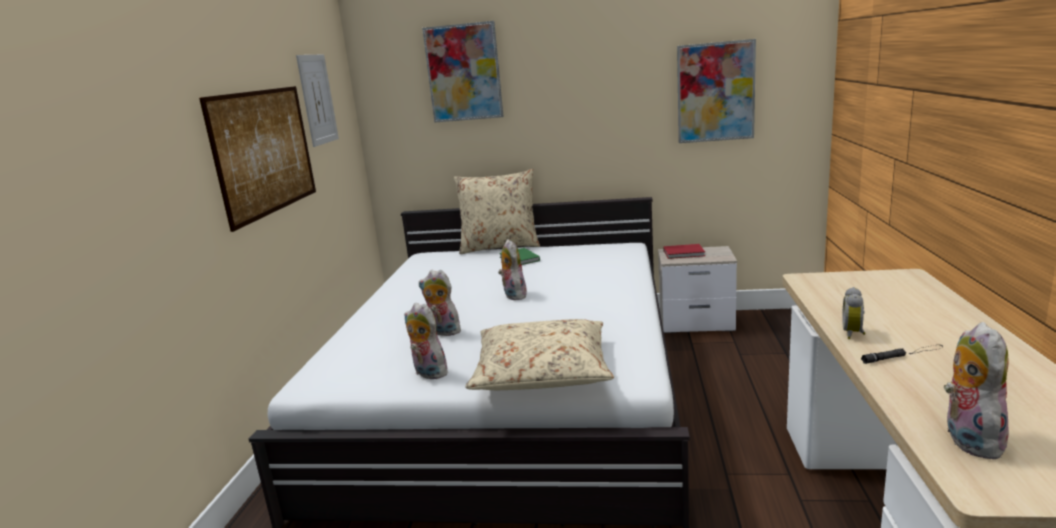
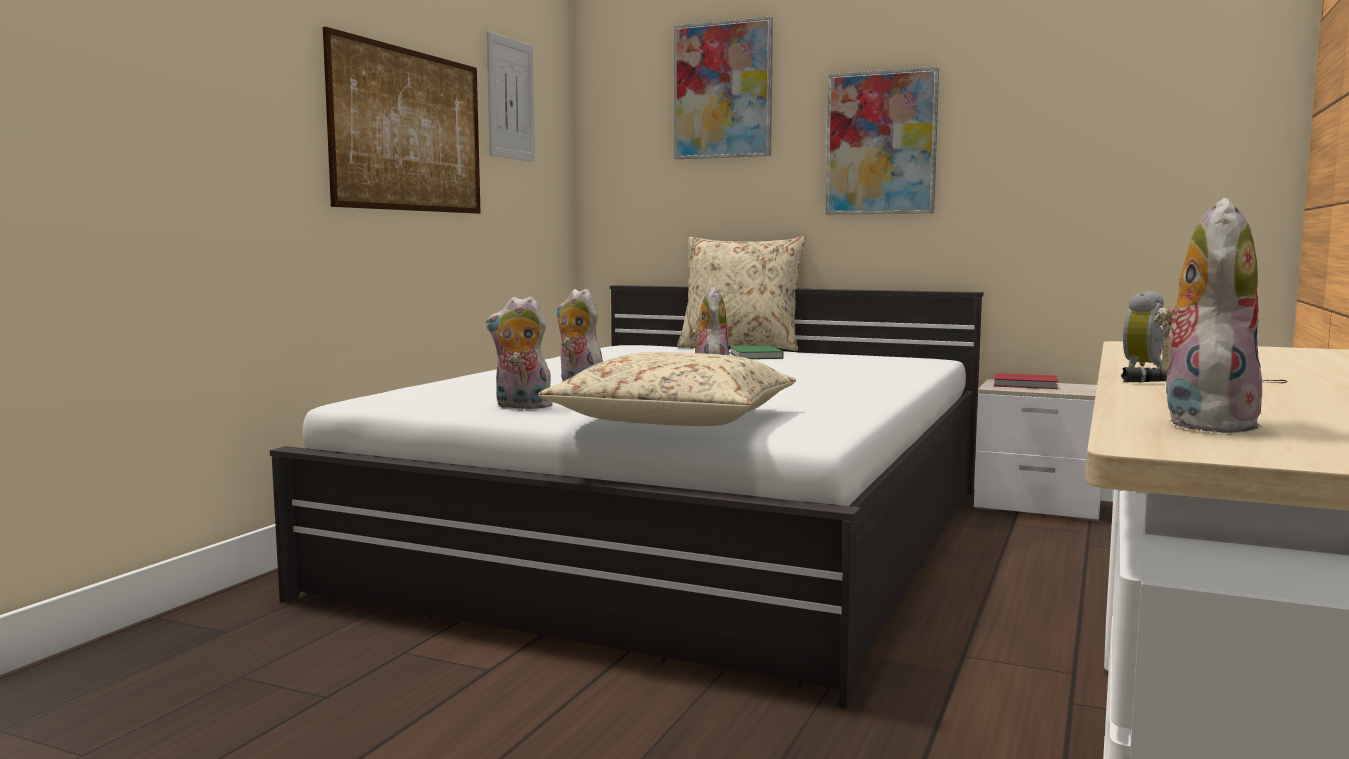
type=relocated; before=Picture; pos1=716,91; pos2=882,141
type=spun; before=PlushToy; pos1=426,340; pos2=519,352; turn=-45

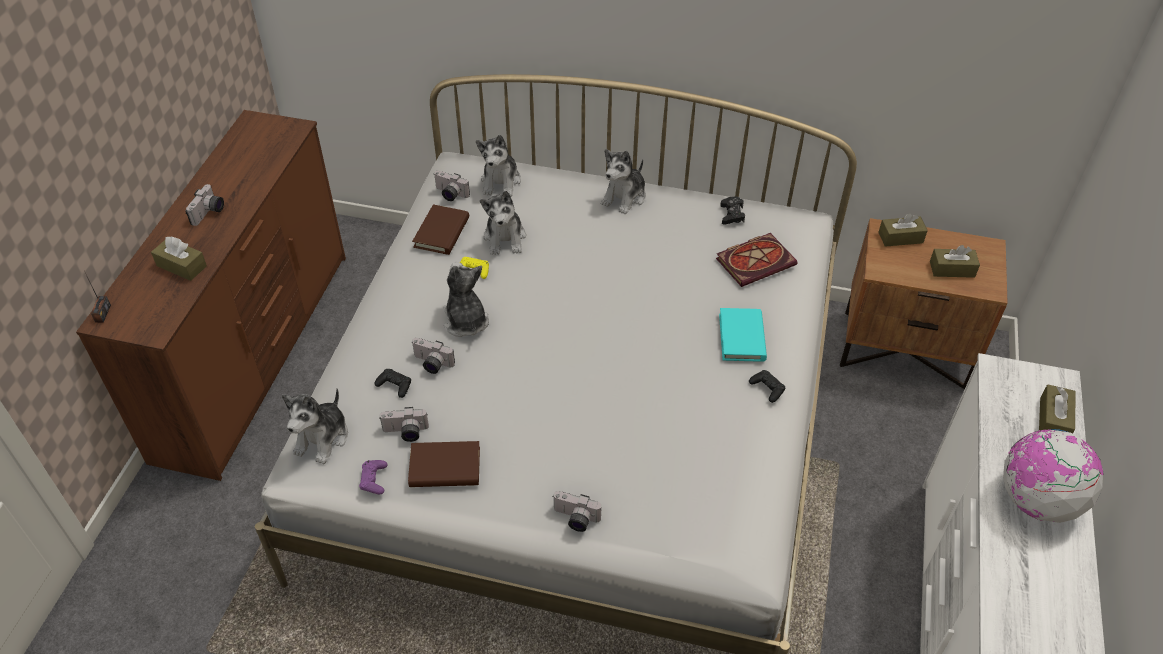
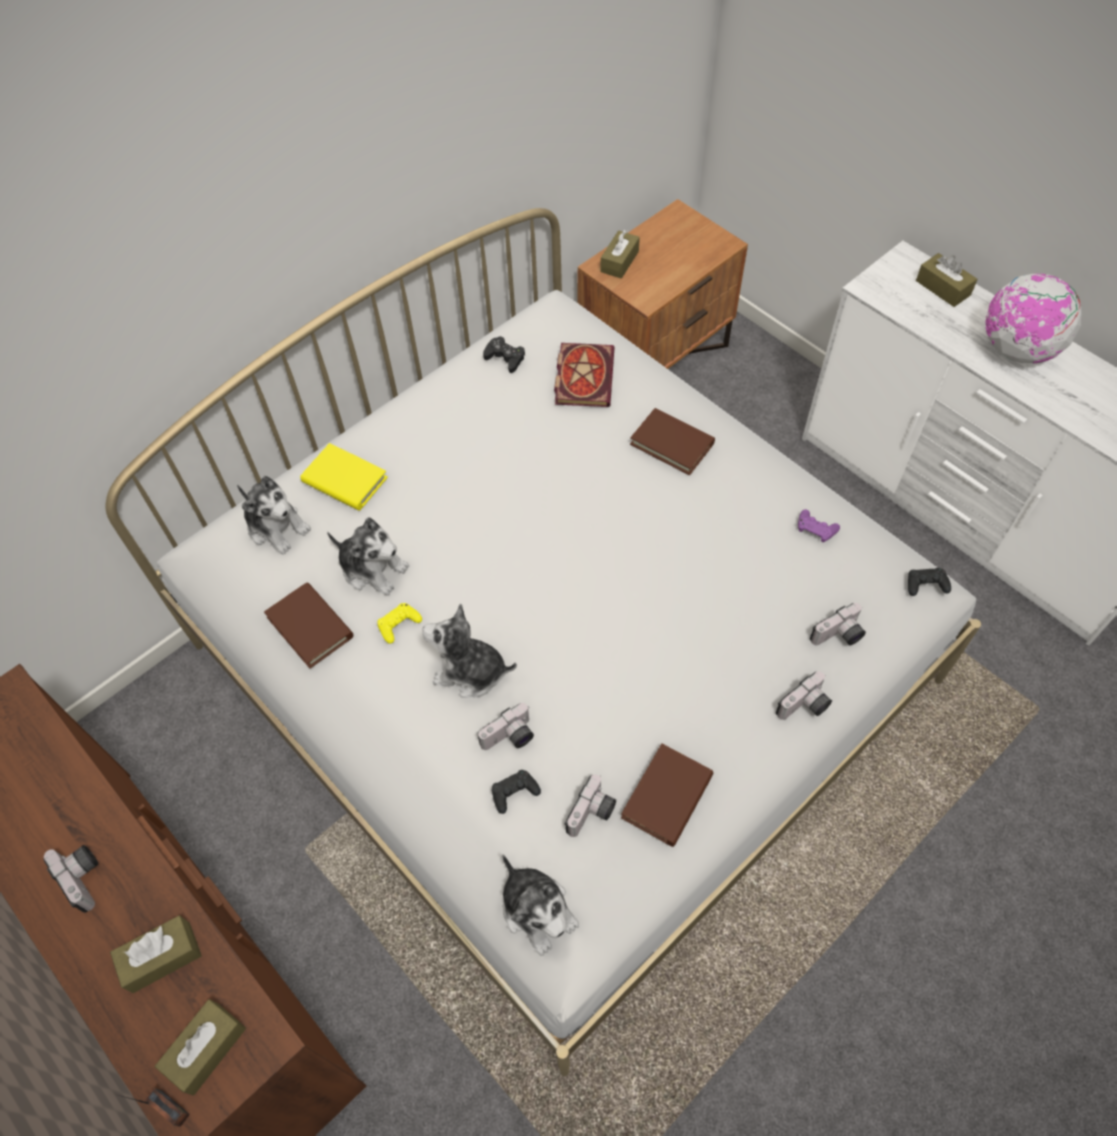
type=missing; before=PlushToy; pos1=623,181
type=appeared; after=YellowBook; pos2=344,477
type=relocated; before=PurpleGameController; pos1=373,477; pos2=819,525
type=relocated; before=PhotoCamera; pos1=452,186; pos2=838,624
type=relocated; before=BlackGameController; pos1=767,386; pos2=929,582
type=relocated; before=BrownTissueBox; pos1=955,261; pos2=200,1047
type=colour; before=TurquoiseBook; after=BrownBook; pos1=743,335; pos2=672,441

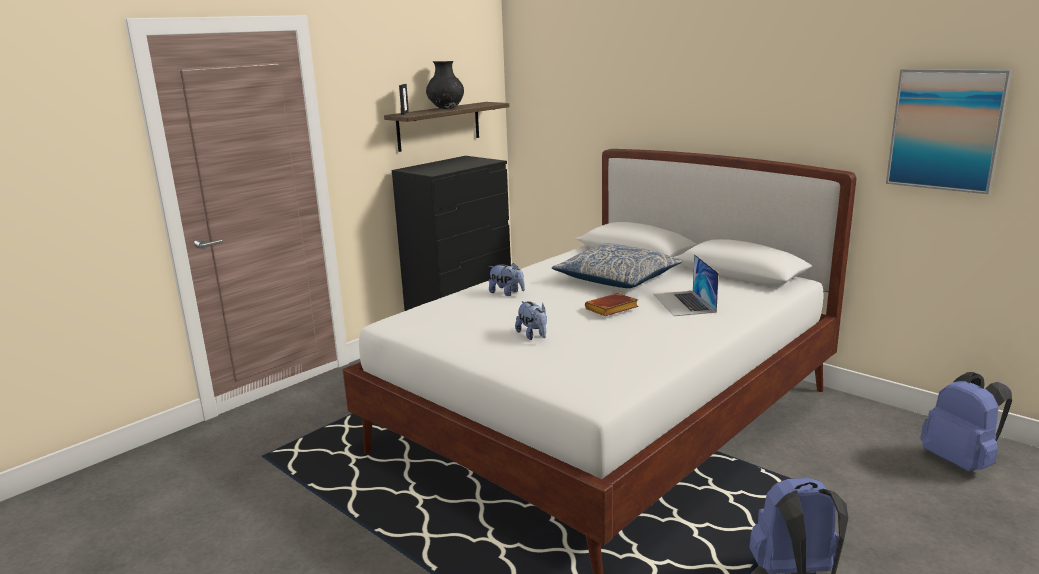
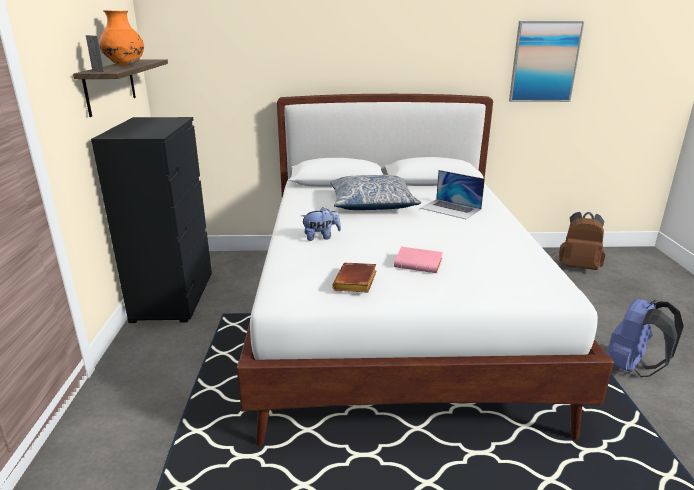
type=relocated; before=BrownBook; pos1=611,304; pos2=354,278
type=exchanged; before=PlushToy; after=PinkBook; pos1=531,320; pos2=418,260
type=colour; before=BlackVase; after=OrangeVase; pos1=445,85; pos2=121,38
type=colour; before=BlueBackpack; after=BrownBackpack; pos1=966,422; pos2=582,241

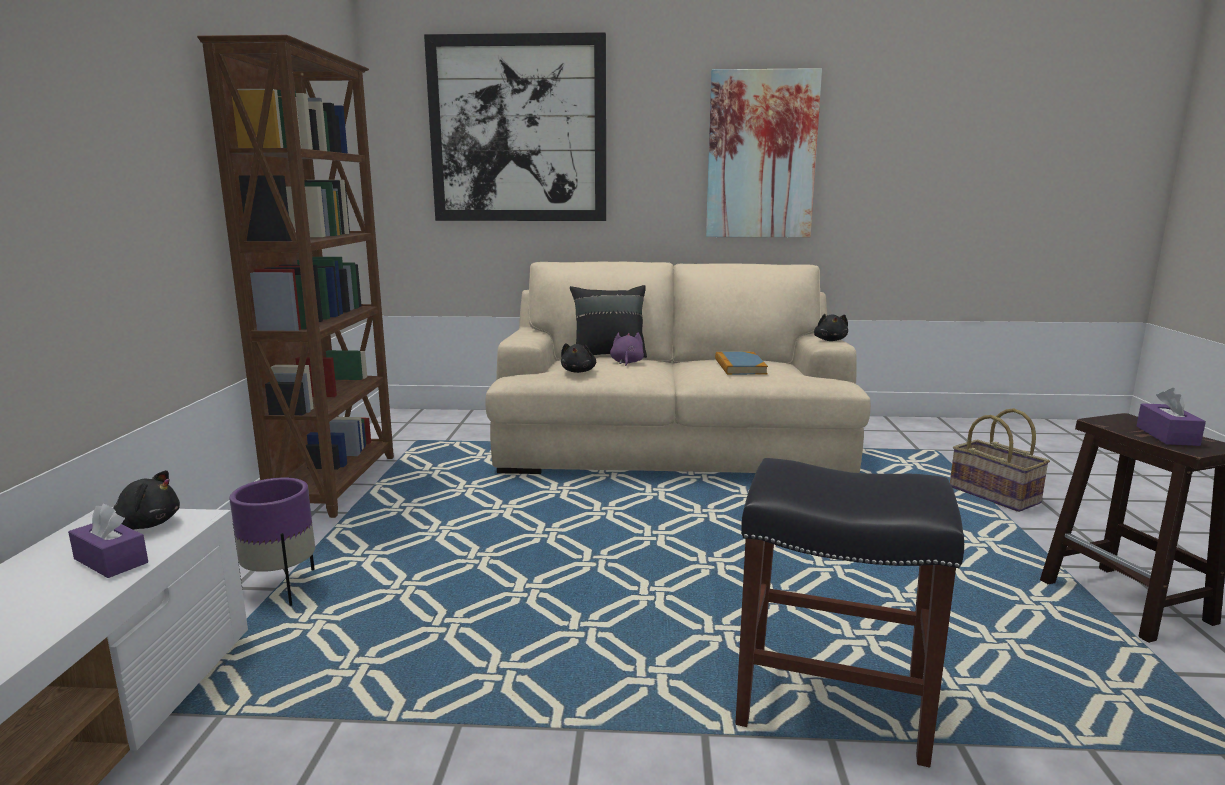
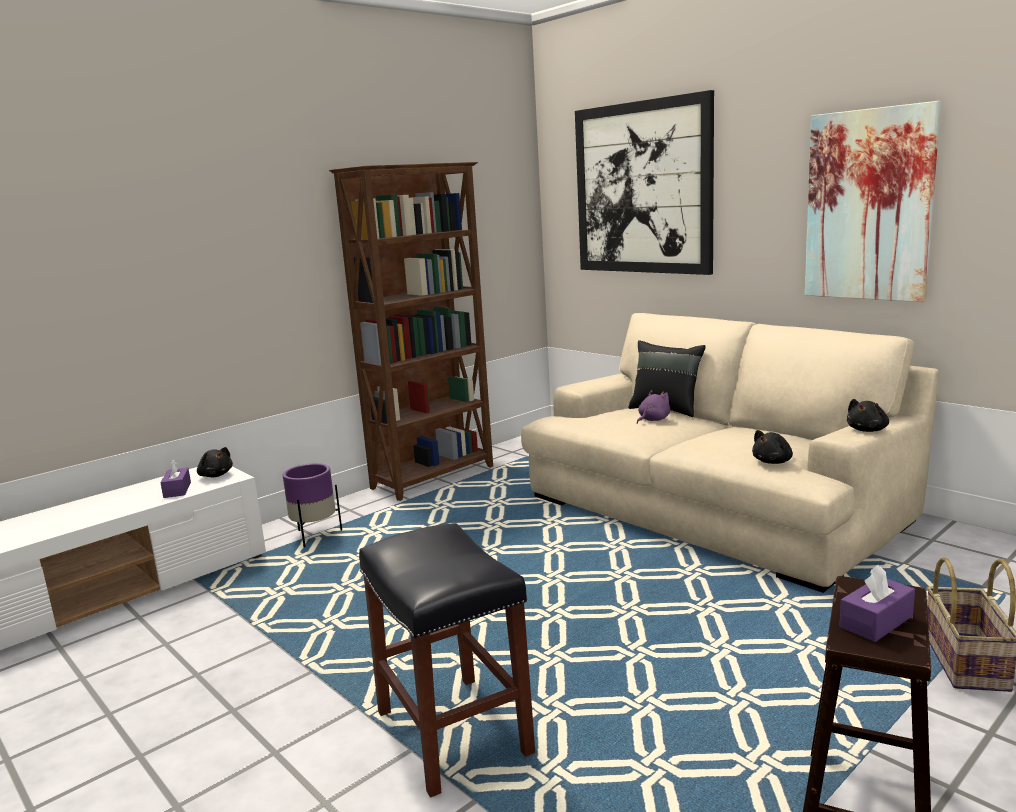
type=missing; before=Book; pos1=741,363
type=relocated; before=BlackPlushToy; pos1=578,358; pos2=772,447

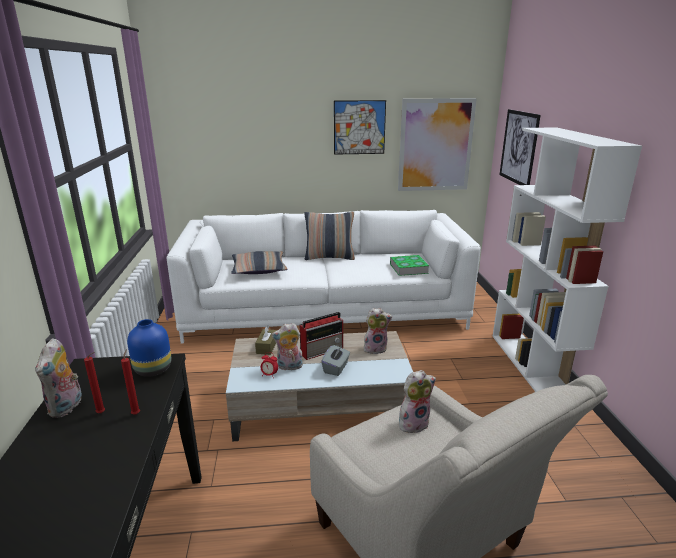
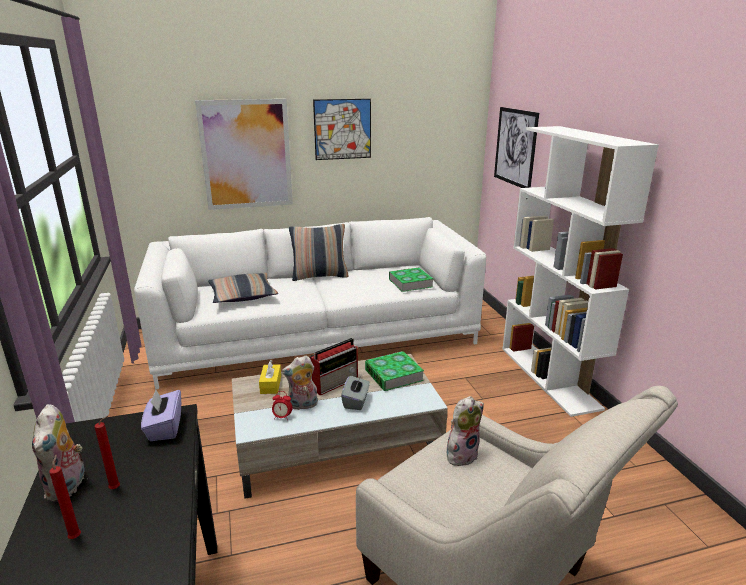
type=relocated; before=RedCandle; pos1=130,382; pos2=65,496
type=relocated; before=Picture; pos1=437,144; pos2=244,154
type=exchanged; before=BlueVase; after=PurpleTissueBox; pos1=149,348; pos2=161,415
type=exchanged; before=PlushToy; after=Book; pos1=378,331; pos2=394,371
type=colour; before=BrownTissueBox; after=YellowTissueBox; pos1=266,340; pos2=270,377

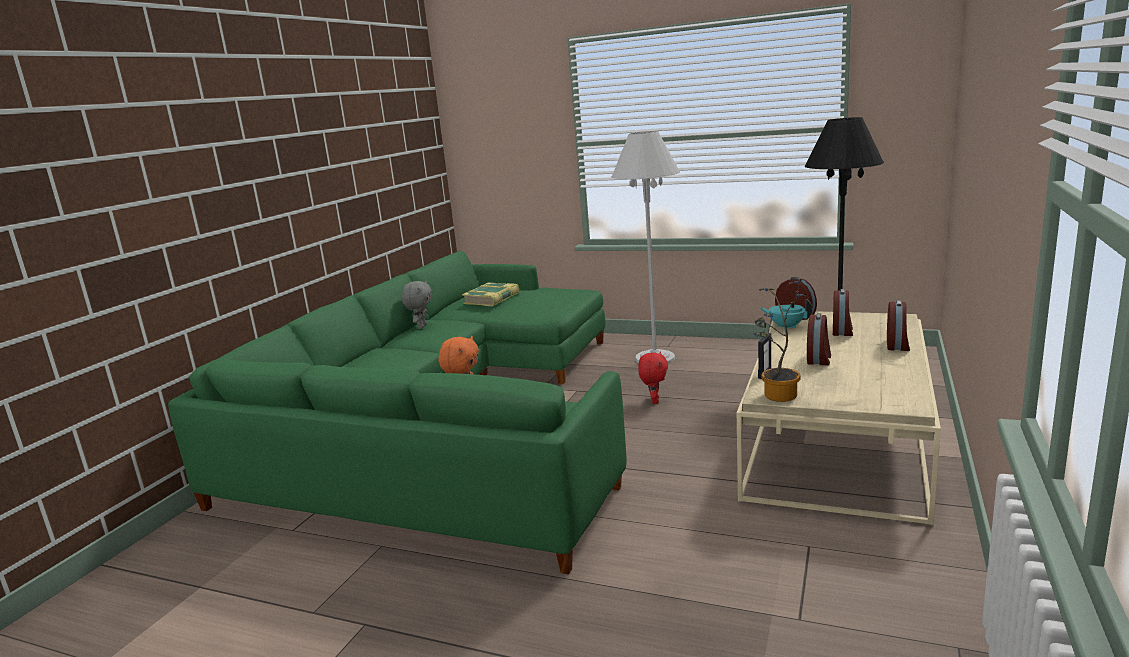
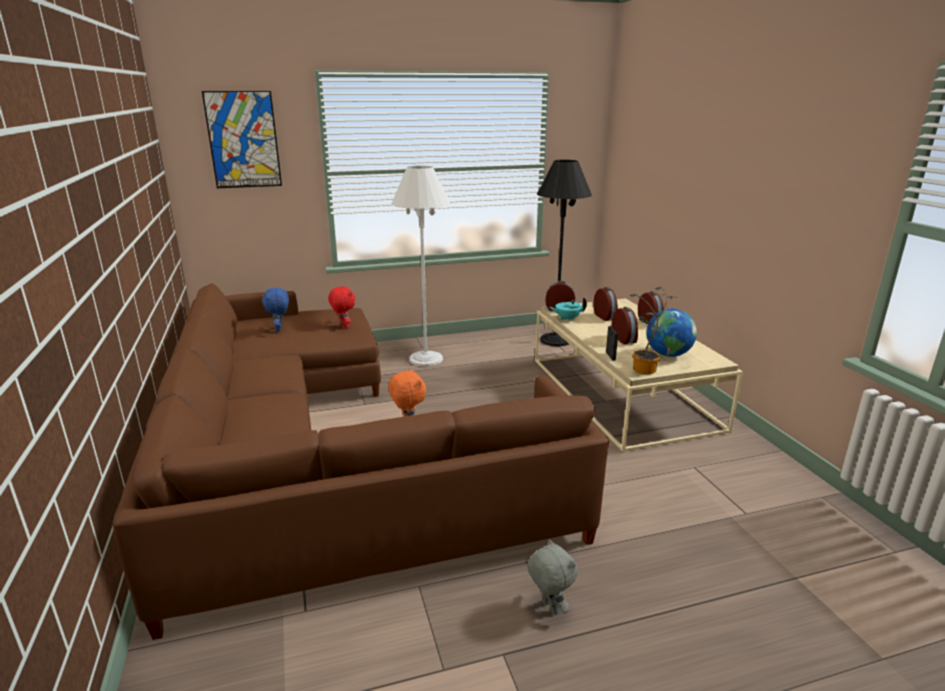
type=appeared; after=Picture; pos2=242,139
type=appeared; after=Globe; pos2=672,333
type=relocated; before=GreyPlushToy; pos1=417,305; pos2=552,577
type=relocated; before=RedPlushToy; pos1=653,378; pos2=341,307
type=exchanged; before=Book; after=BluePlushToy; pos1=490,295; pos2=275,310
type=colour; before=GreenSofa; after=BrownSofa; pos1=397,412; pos2=361,461

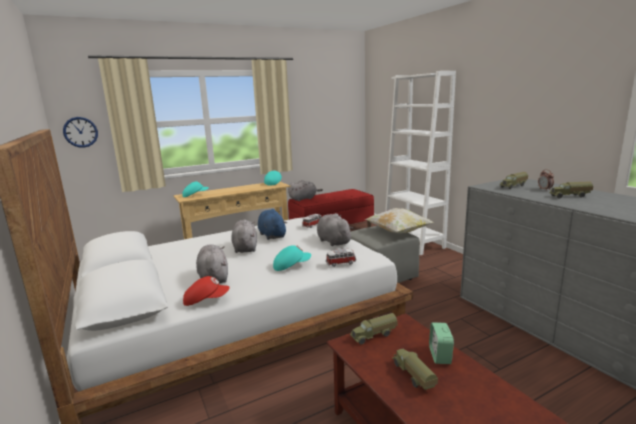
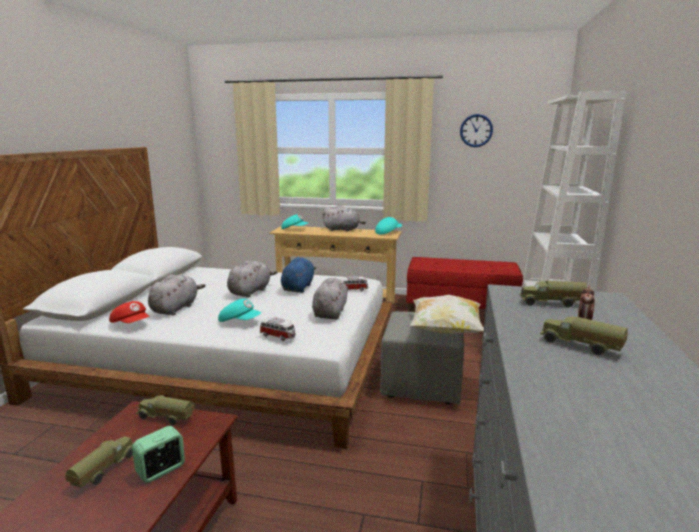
type=relocated; before=WallClock; pos1=80,132; pos2=476,130
type=relocated; before=GreyPlushToy; pos1=305,190; pos2=344,218

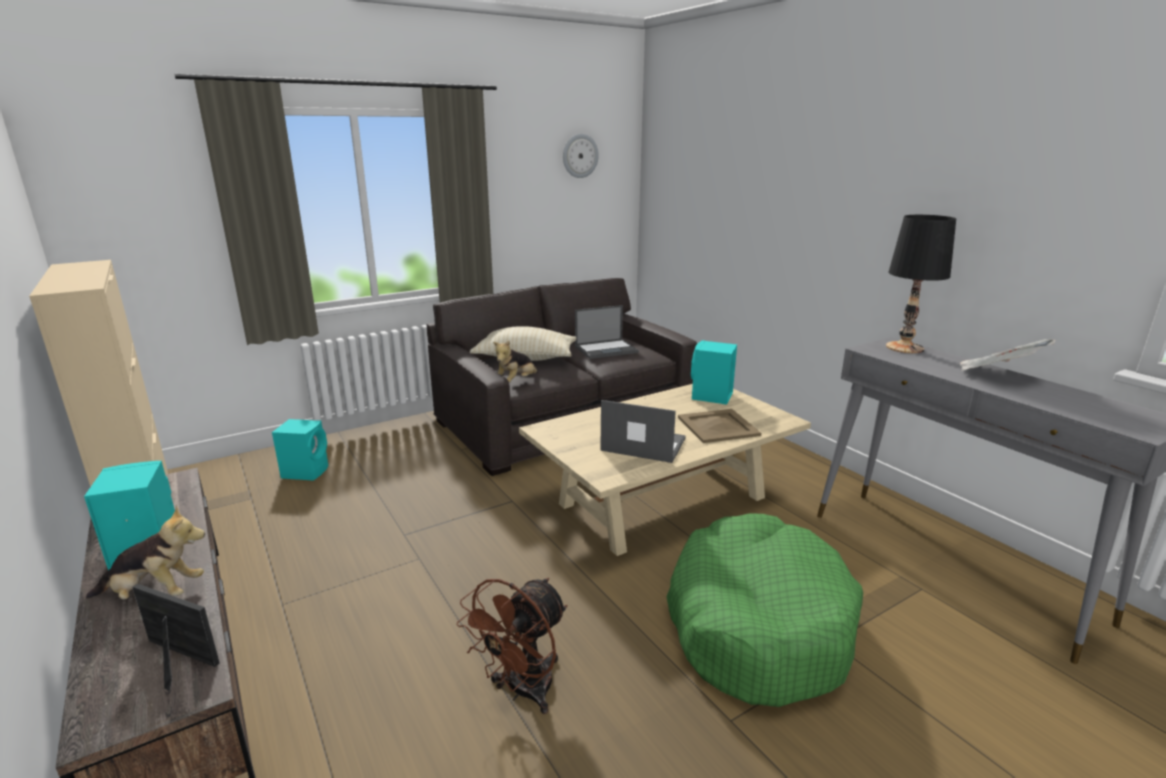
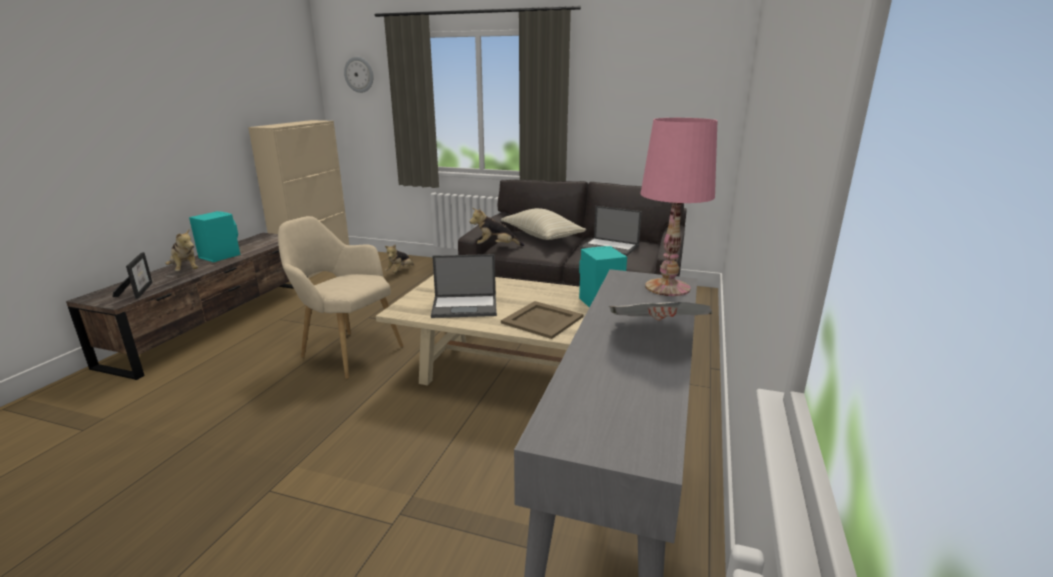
type=missing; before=BrownFan; pos1=512,646
type=missing; before=GreenDogBed; pos1=764,610
type=appeared; after=BeigeArmchair; pos2=340,297
type=relocated; before=WallClock; pos1=581,156; pos2=359,75
type=exchanged; before=TurquoiseSpeaker; after=PlushToy; pos1=300,450; pos2=399,258
type=colour; before=BlackTableLamp; after=PinkTableLamp; pos1=921,284; pos2=678,207
type=spun; before=Laptop; pos1=643,431; pos2=464,286; turn=105

